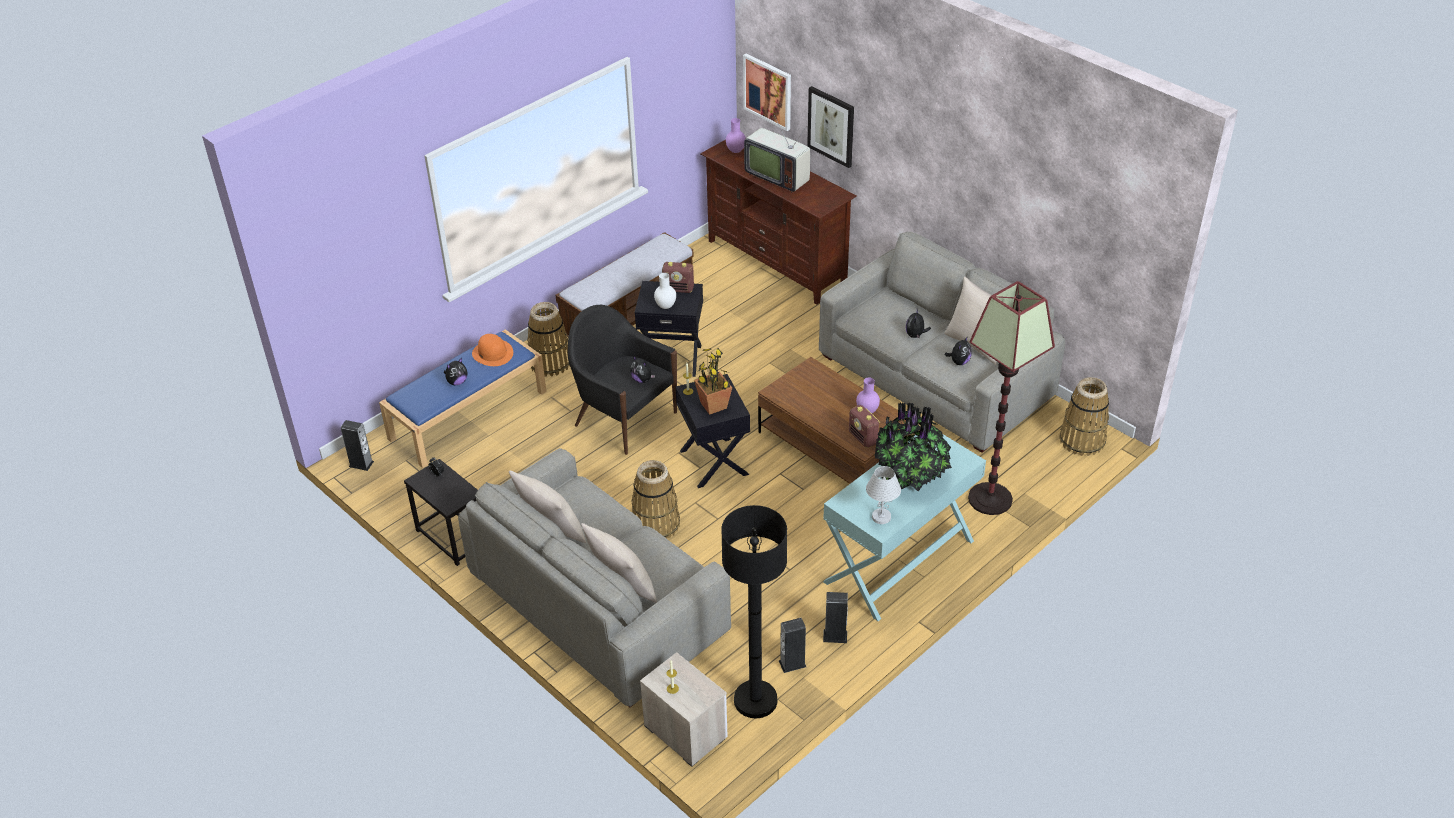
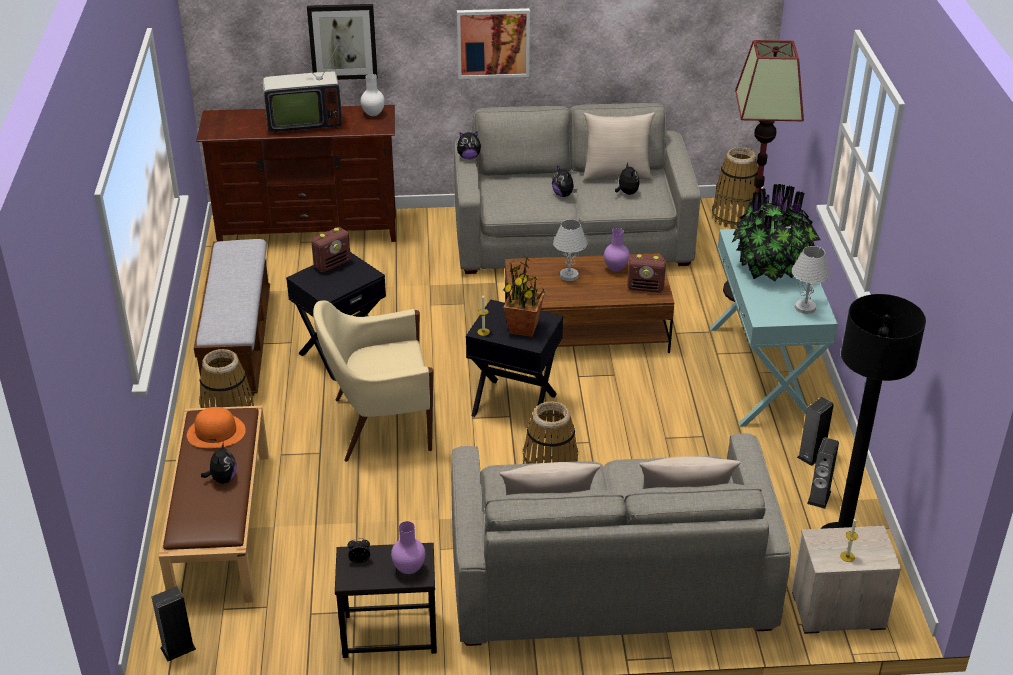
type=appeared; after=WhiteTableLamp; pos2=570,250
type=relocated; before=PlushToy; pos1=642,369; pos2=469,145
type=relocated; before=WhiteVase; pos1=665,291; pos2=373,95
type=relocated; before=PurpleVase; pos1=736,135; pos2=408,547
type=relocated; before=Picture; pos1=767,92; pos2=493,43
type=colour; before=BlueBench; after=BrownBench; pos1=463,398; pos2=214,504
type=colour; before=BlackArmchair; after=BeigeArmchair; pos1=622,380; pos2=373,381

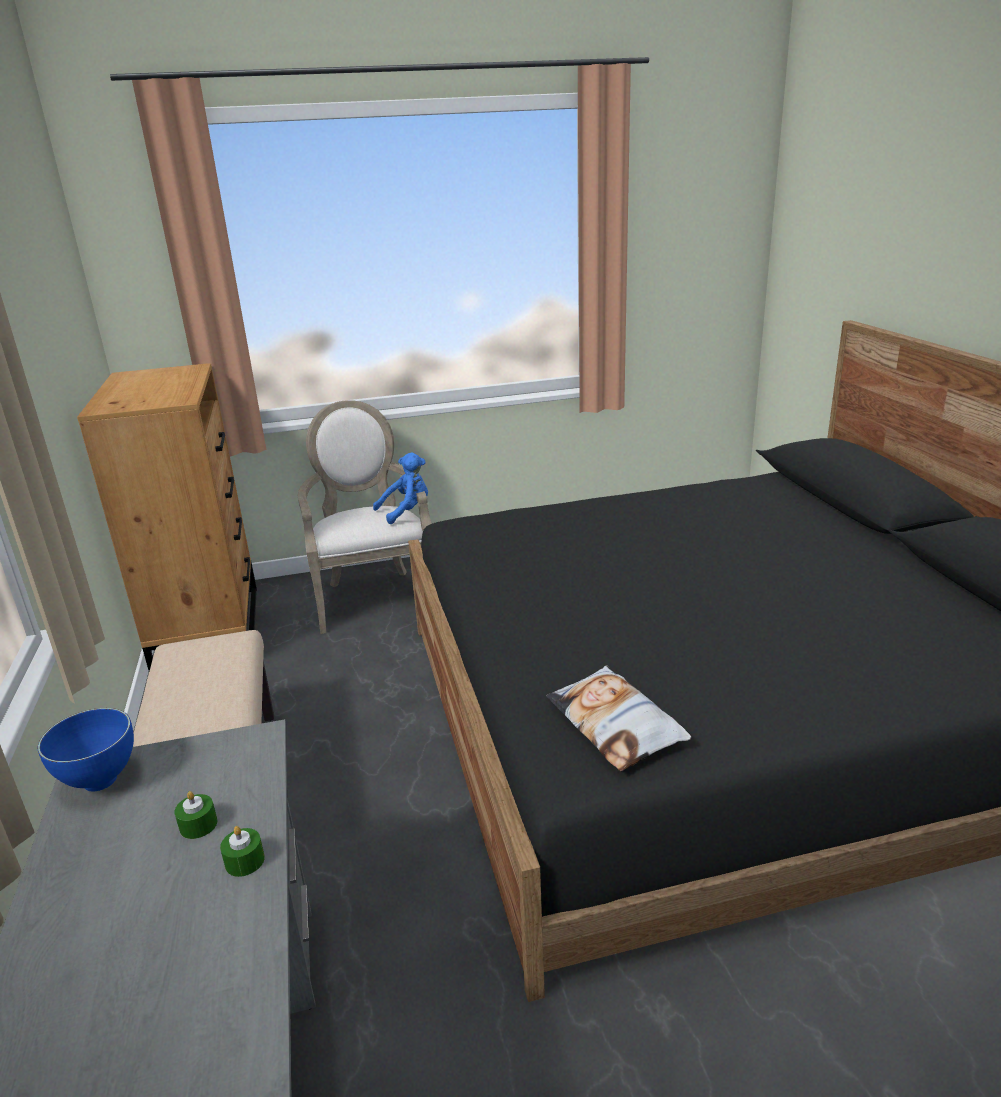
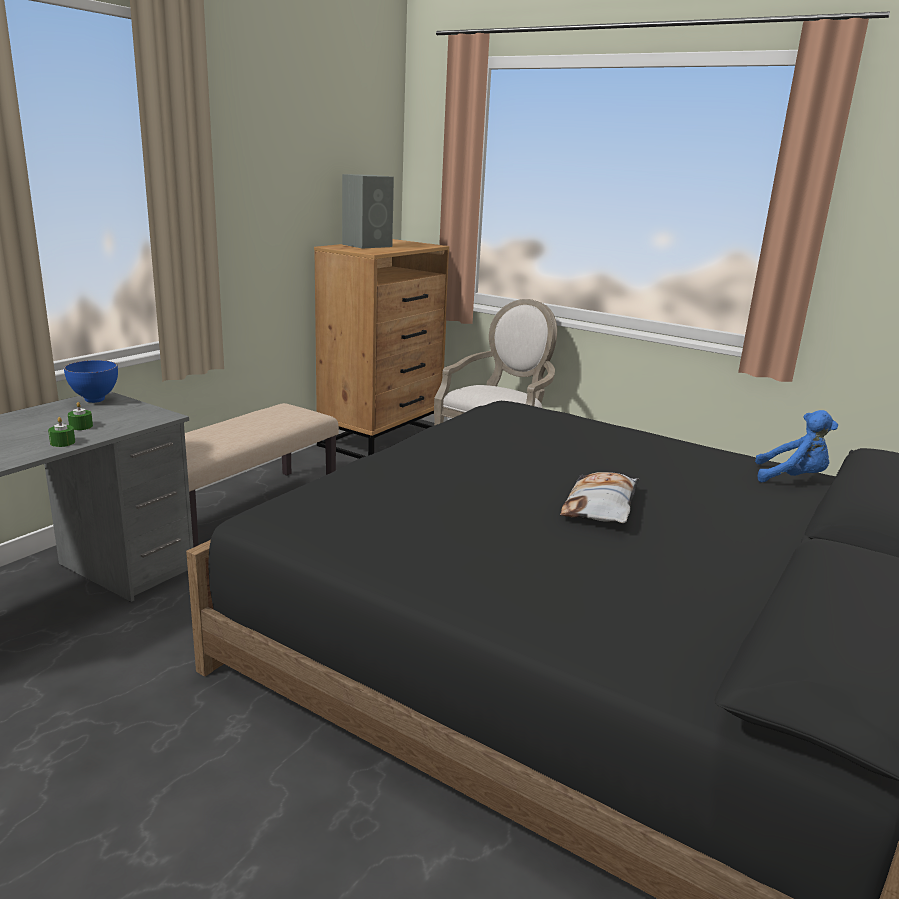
type=appeared; after=GreySpeaker; pos2=368,211
type=relocated; before=BluePlushToy; pos1=400,488; pos2=796,446
type=relocated; before=Pillow; pos1=618,718; pos2=599,497

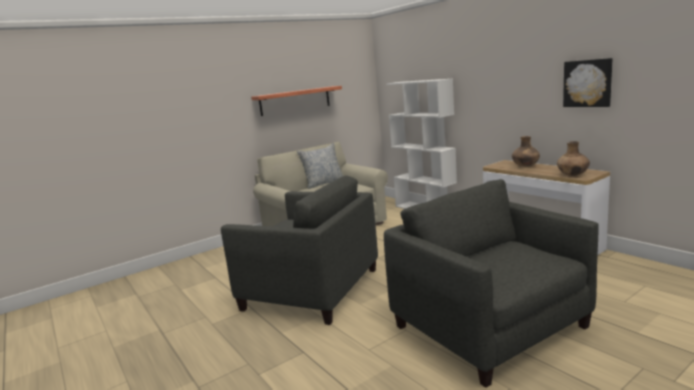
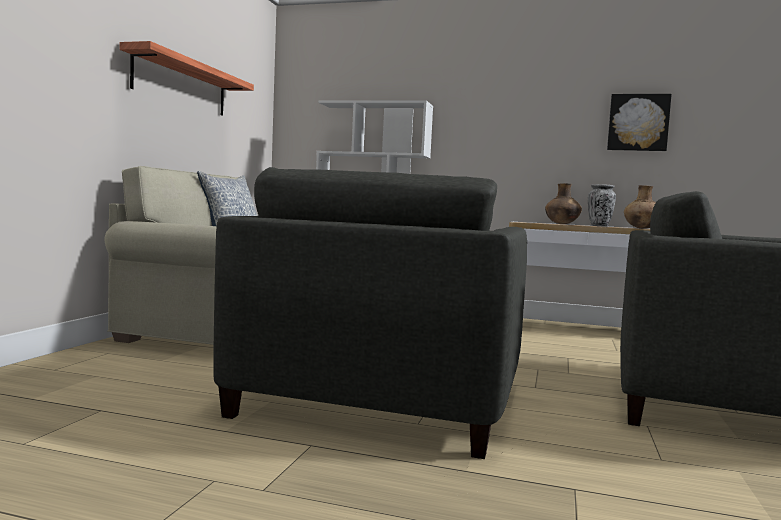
type=appeared; after=Vase; pos2=602,205
type=spun; before=GreyArmchair; pos1=299,250; pos2=370,313; turn=120

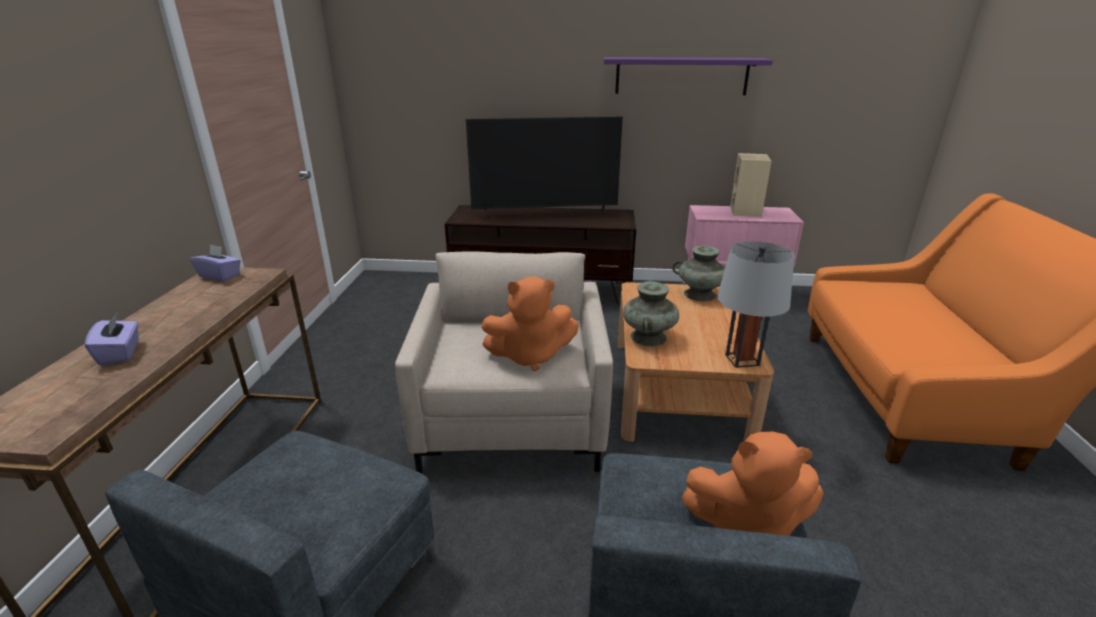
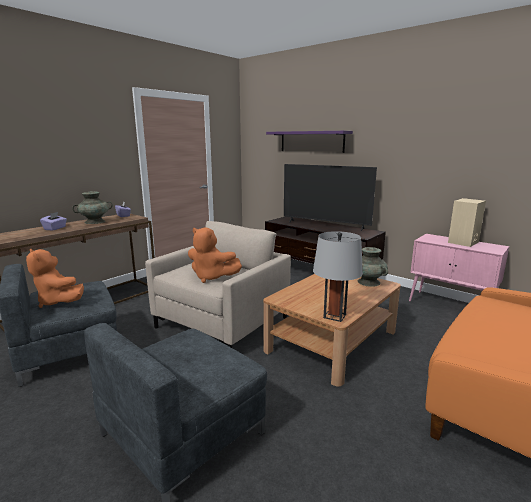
type=relocated; before=PurpleShelf; pos1=688,76; pos2=309,142
type=relocated; before=TurquoiseVase; pos1=651,314; pos2=92,207
type=relocated; before=OrangePlushToy; pos1=752,484; pos2=55,278

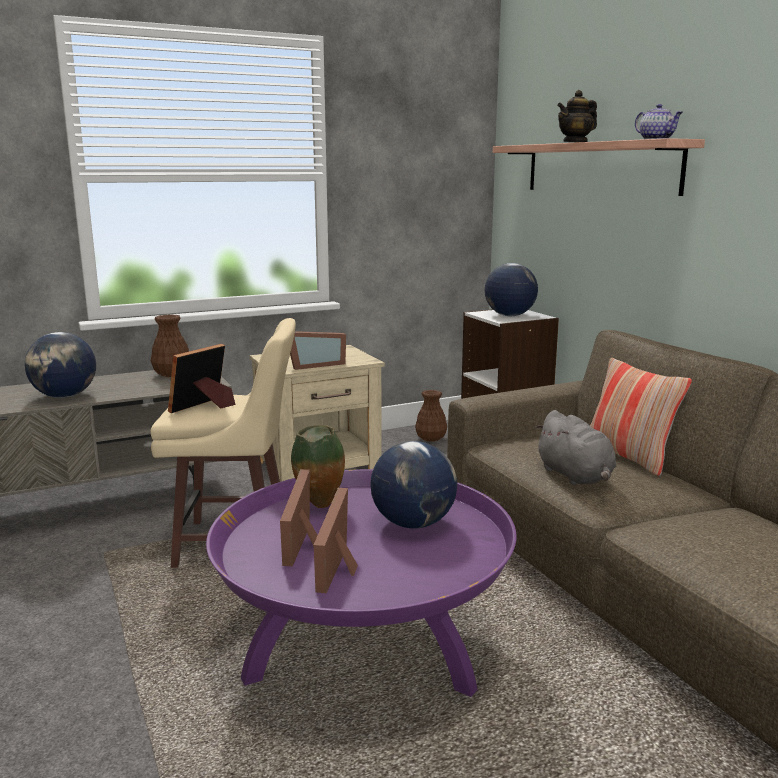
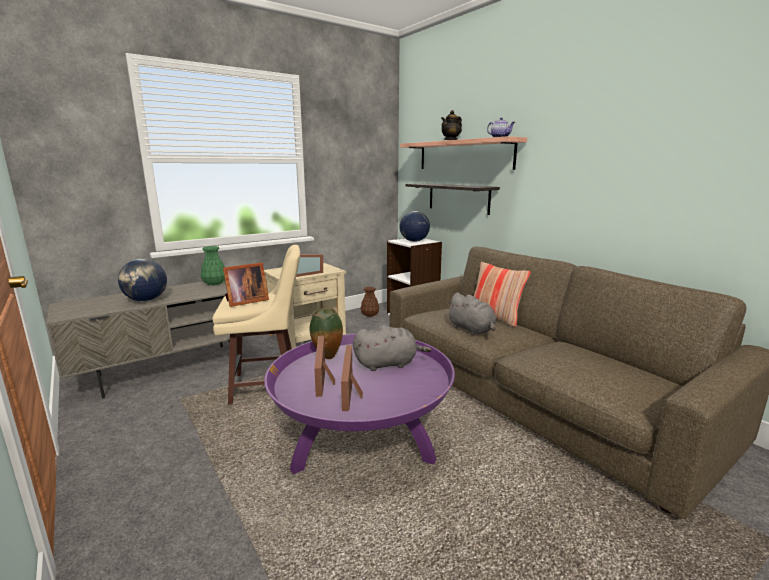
type=appeared; after=Shelf; pos2=453,199
type=exchanged; before=Globe; after=GreyPlushToy; pos1=414,485; pos2=392,348
type=colour; before=BrownVase; after=GreenVase; pos1=170,345; pos2=213,265
type=spun; before=PictureFrame; pos1=201,378; pos2=246,284; turn=-150

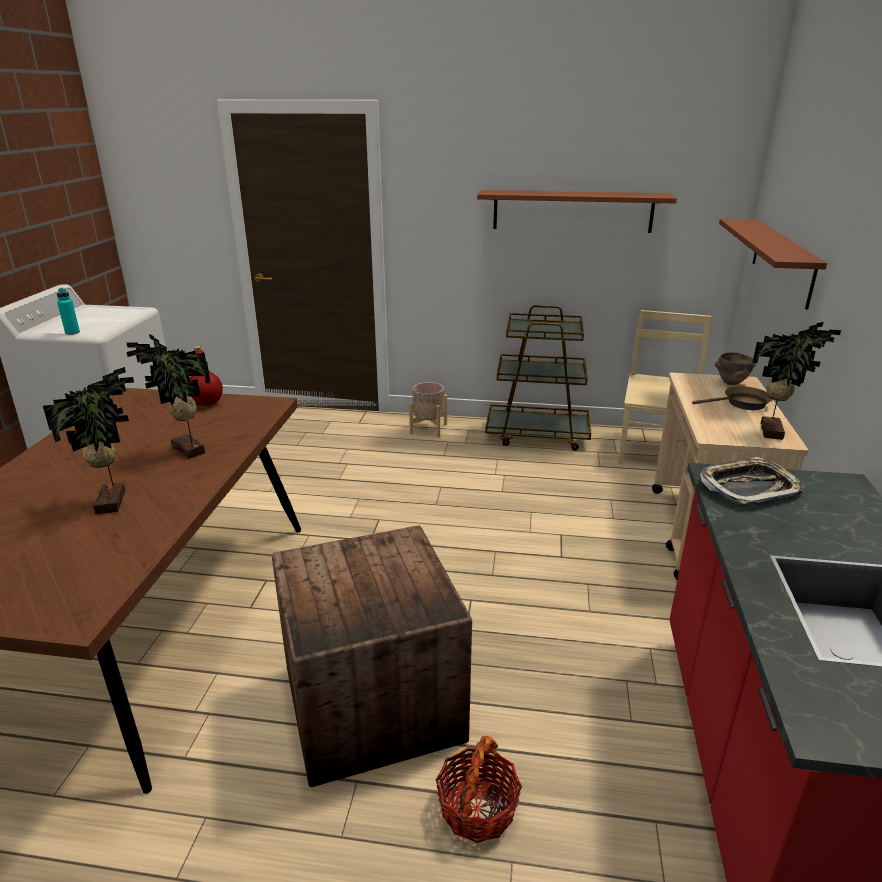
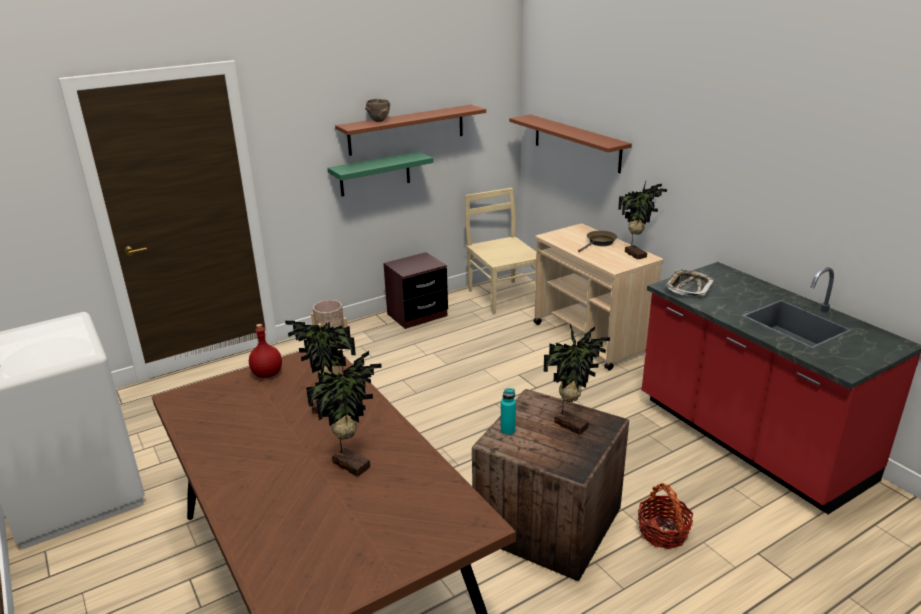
type=appeared; after=GreenShelf; pos2=380,173
type=appeared; after=PottedPlant; pos2=577,379
type=relocated; before=TurquoiseBottle; pos1=68,311; pos2=508,411
type=relocated; before=BrownBowl; pos1=736,368; pos2=377,110
type=exchanged; before=BrownCart; after=BrownNightstand; pos1=538,378; pos2=415,290

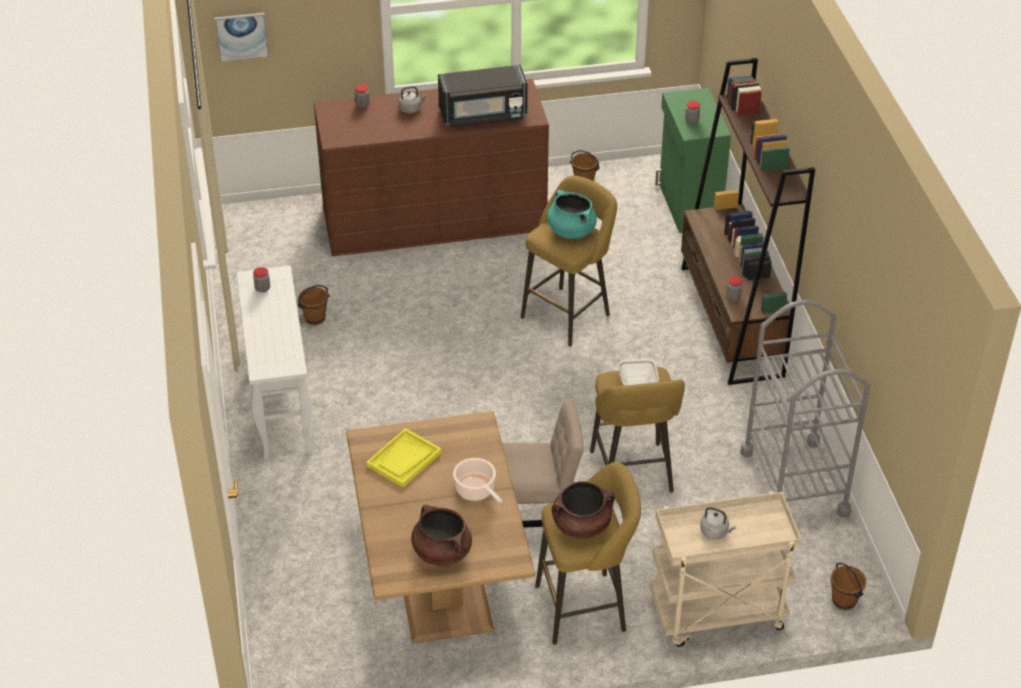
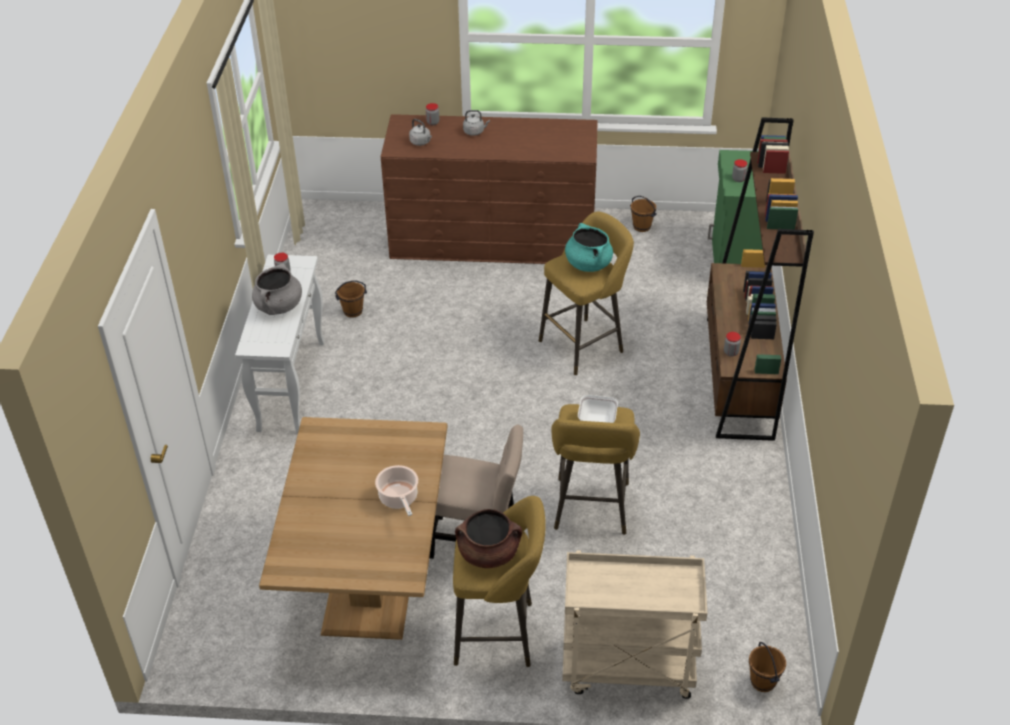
type=missing; before=Picture; pos1=241,37
type=missing; before=YellowTray; pos1=404,457
type=missing; before=BrownCookingPot; pos1=441,535
type=missing; before=BlackMicrowave; pos1=483,96
type=missing; before=GreyCart; pos1=805,409
type=appeared; after=GreyCookingPot; pos2=277,289
type=relocated; before=GreyKettle; pos1=718,523; pos2=420,132

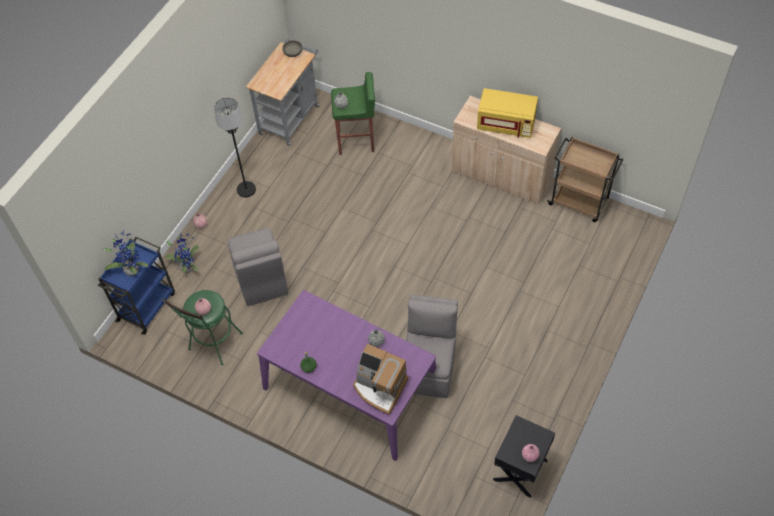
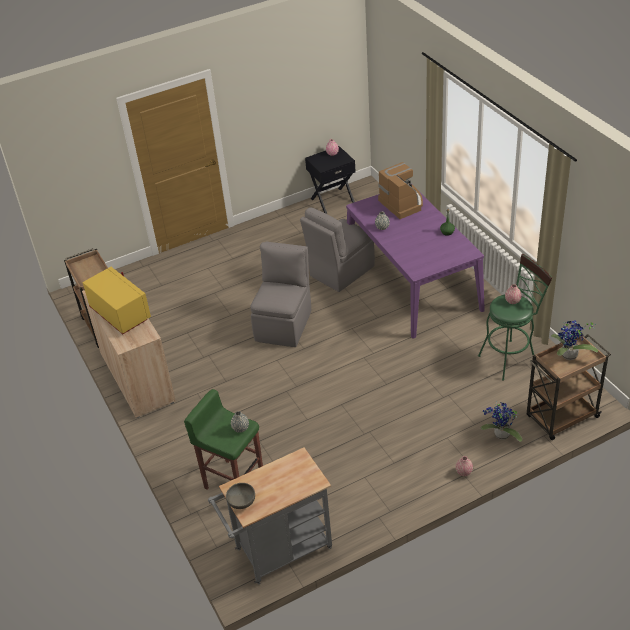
type=missing; before=BlackFloorLamp; pos1=235,147
type=relocated; before=GreyChair; pos1=258,267; pos2=280,294
type=colour; before=BlueCart; after=BrownCart; pos1=136,286; pos2=569,387

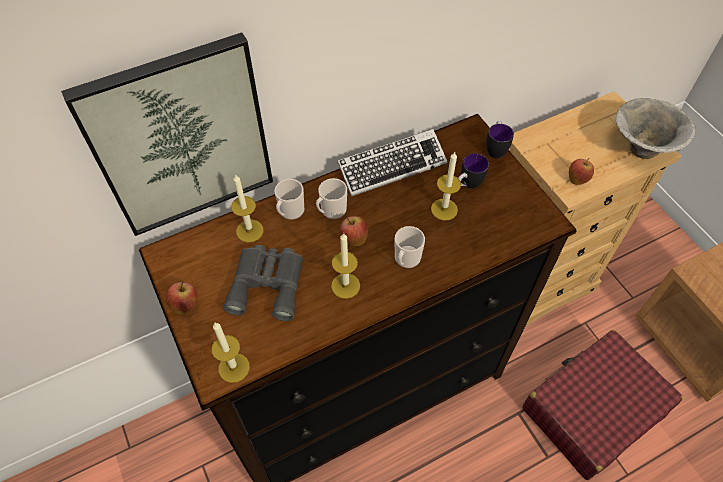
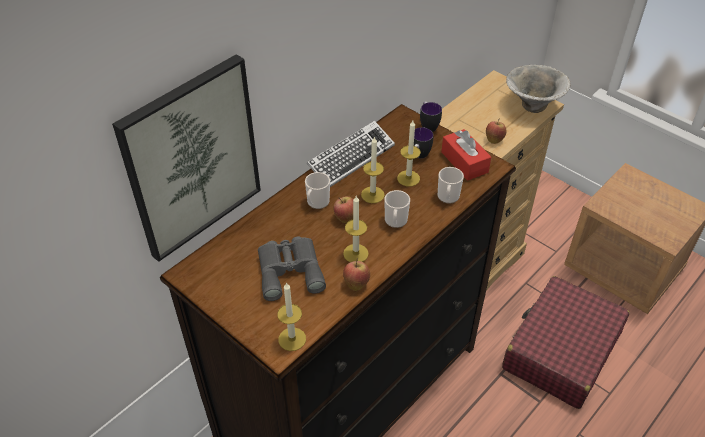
type=appeared; after=RedTissueBox; pos2=466,155
type=relocated; before=Apple; pos1=181,297; pos2=356,274
type=relocated; before=Candle; pos1=247,208; pos2=373,169
type=relocated; before=Mug; pos1=289,199; pos2=451,185

